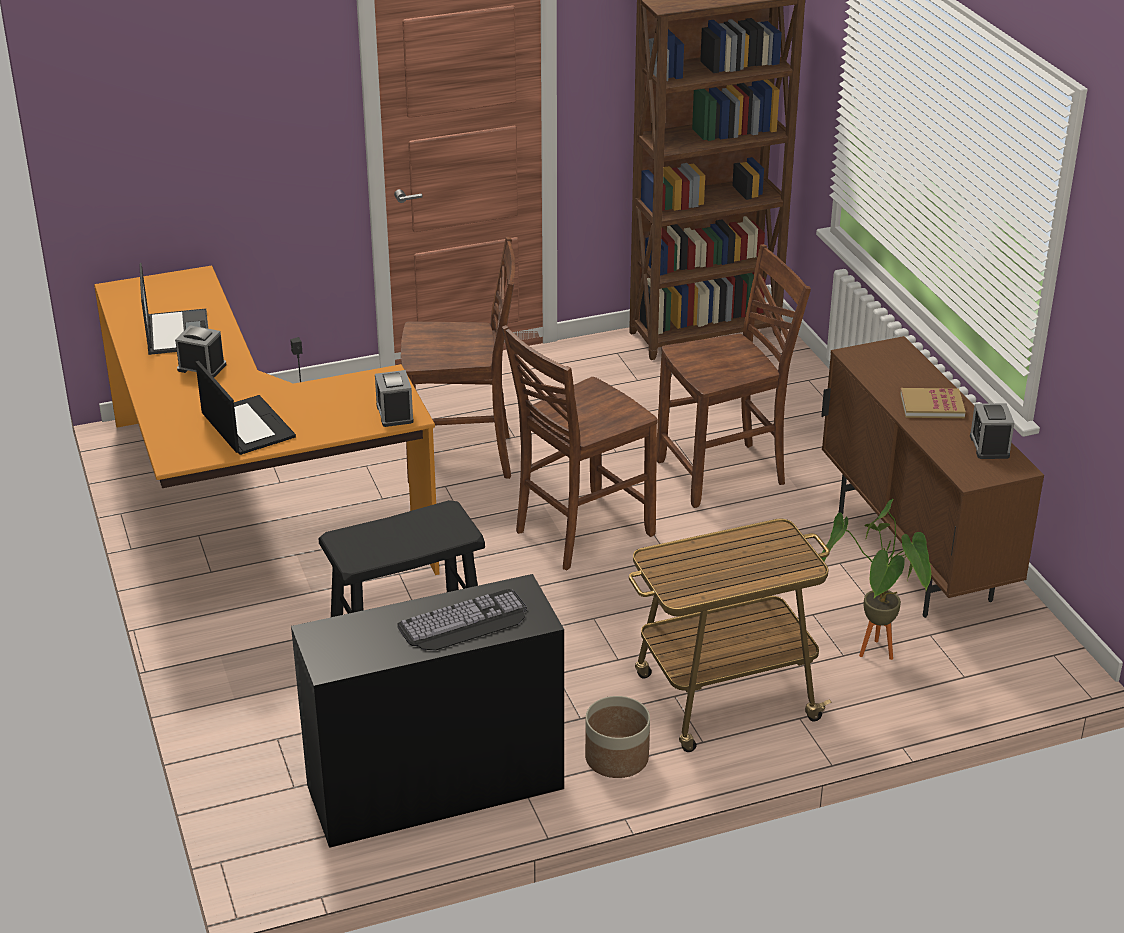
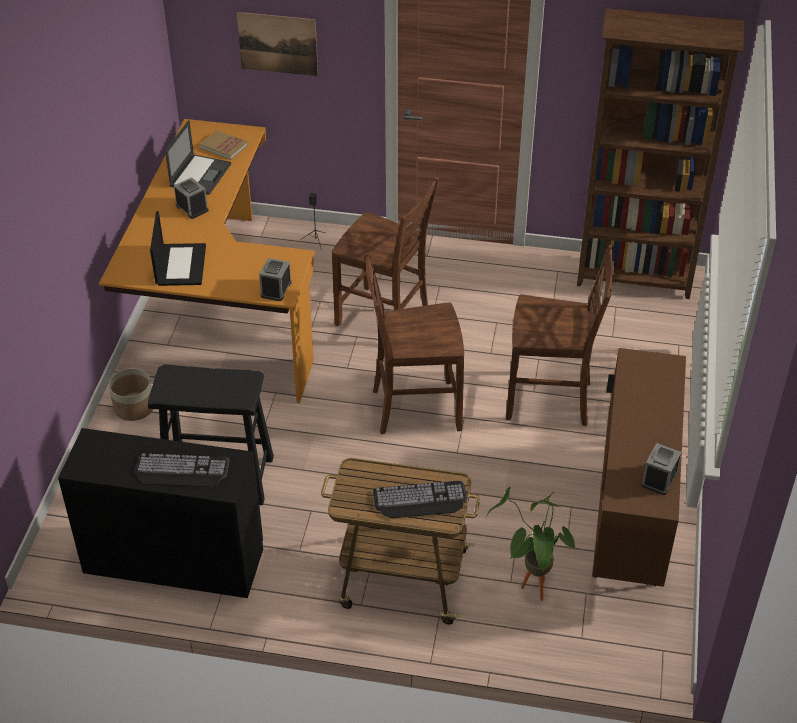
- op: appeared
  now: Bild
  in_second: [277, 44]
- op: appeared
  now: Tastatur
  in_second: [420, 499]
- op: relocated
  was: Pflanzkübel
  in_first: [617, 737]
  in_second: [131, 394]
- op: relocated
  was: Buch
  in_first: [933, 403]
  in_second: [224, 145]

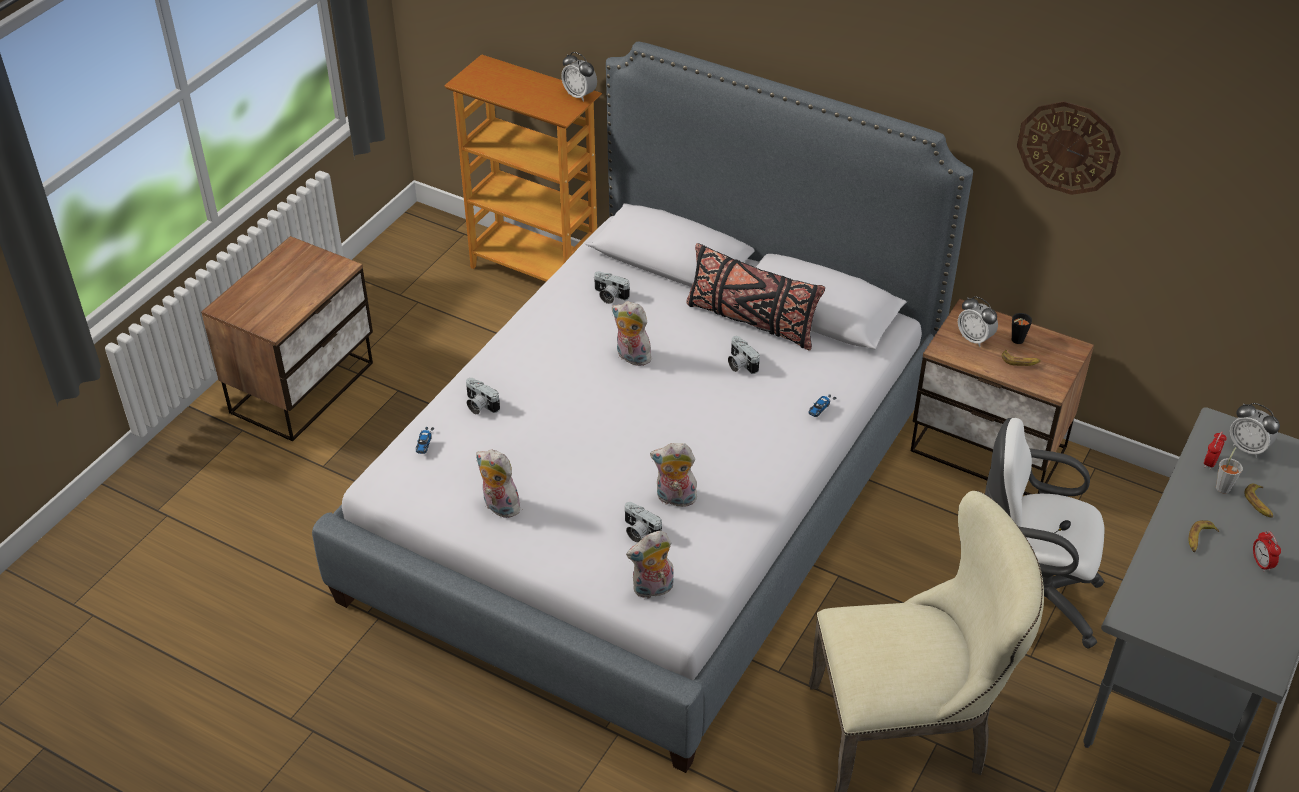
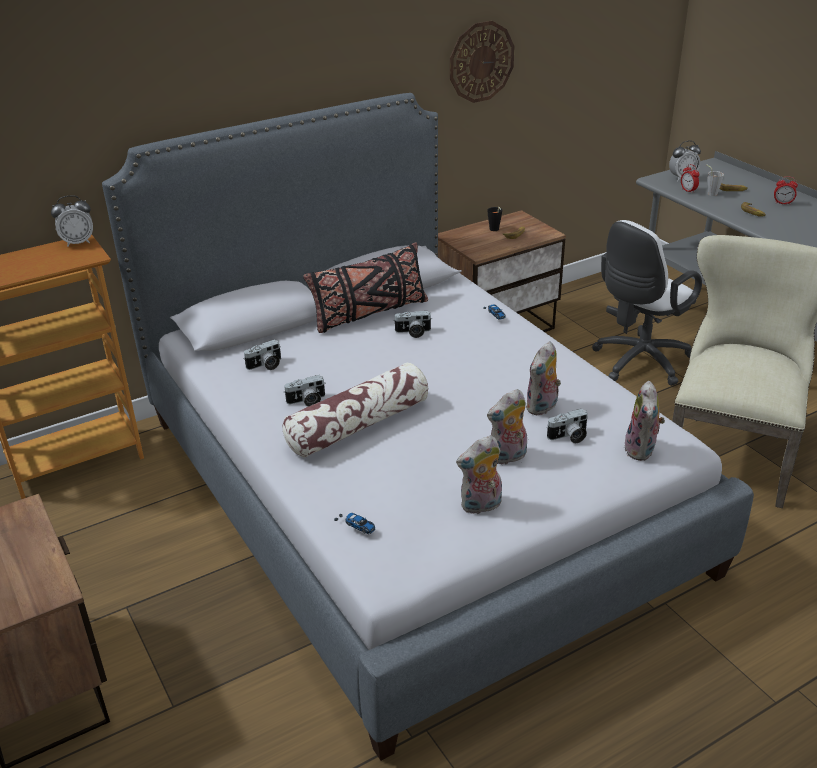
- op: missing
  was: Wecker
  in_first: [978, 321]
- op: appeared
  now: Kissen
  in_second: [355, 410]
- op: relocated
  was: Kamera
  in_first: [483, 396]
  in_second: [304, 391]
- op: relocated
  was: Plüschtier
  in_first: [631, 333]
  in_second: [507, 427]

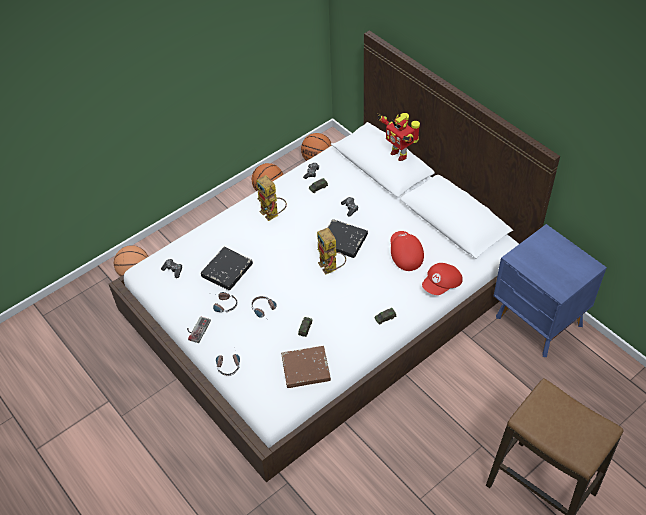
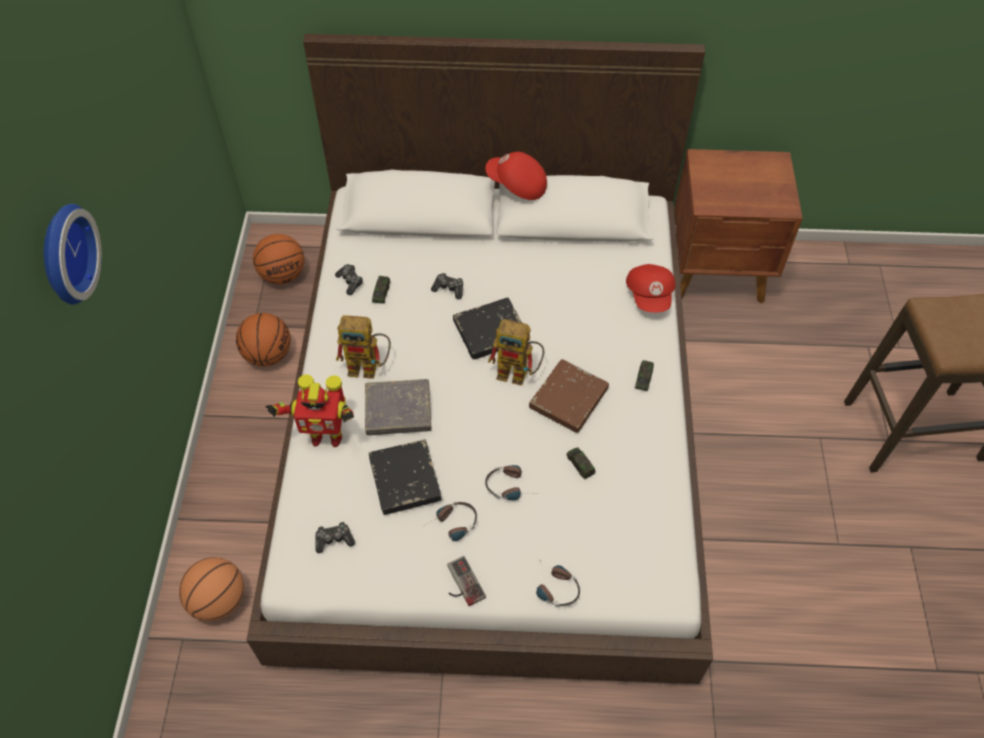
- op: appeared
  now: Wanduhr
  in_second: [73, 254]
- op: appeared
  now: Buch (grau)
  in_second: [398, 407]
- op: relocated
  was: Buch (braun)
  in_first: [306, 367]
  in_second: [569, 396]
- op: relocated
  was: Spielzeugroboter
  in_first: [398, 137]
  in_second: [310, 410]
- op: relocated
  was: Kappe (rot)
  in_first: [407, 251]
  in_second: [516, 176]
- op: colour
  was: Nachttisch (blau)
  now: Nachttisch (braun)
  in_first: [550, 290]
  in_second: [738, 226]

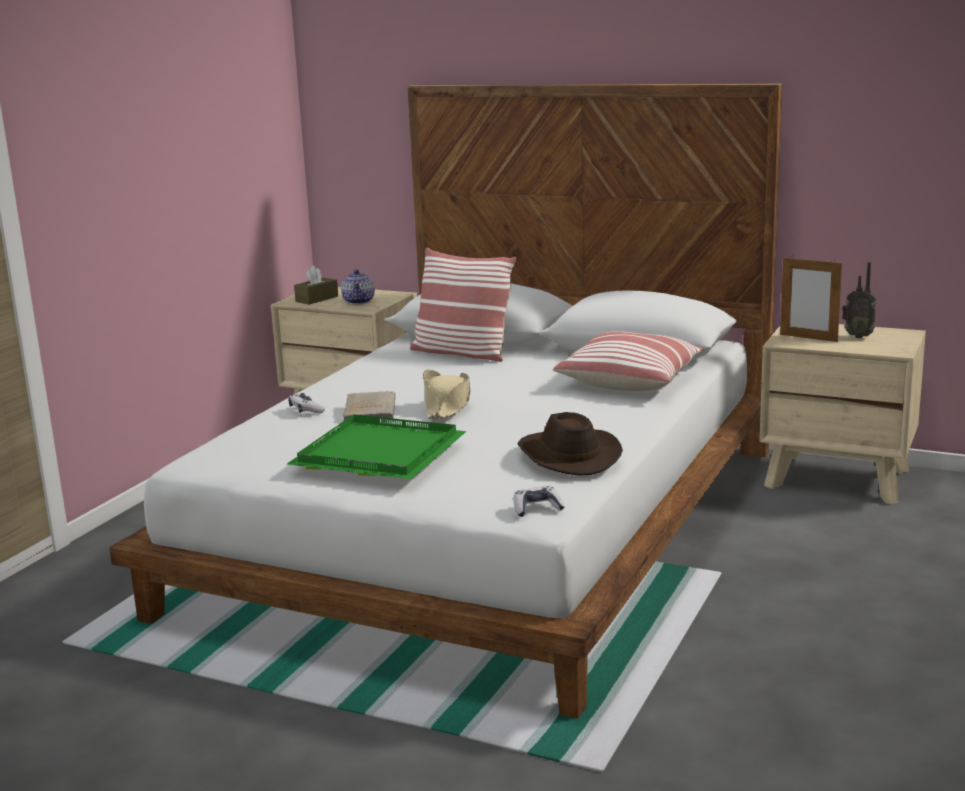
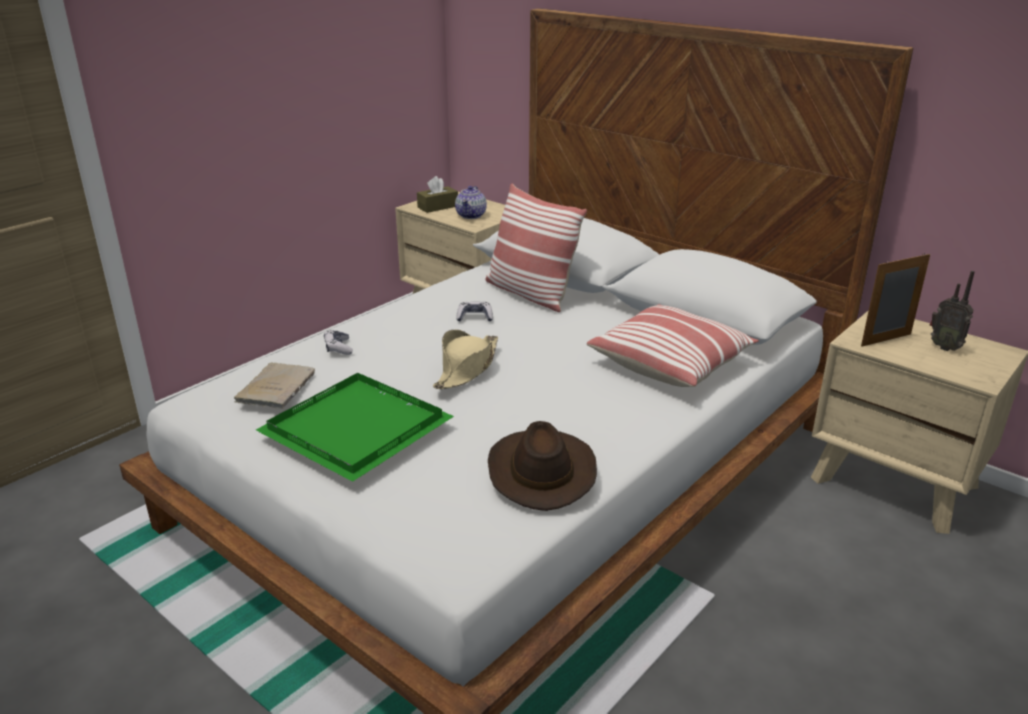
- op: relocated
  was: Buch (beige)
  in_first: [369, 406]
  in_second: [274, 386]
- op: relocated
  was: Gamepad
  in_first: [539, 501]
  in_second: [474, 312]
- op: spun
  was: Bilderrahmen
  in_first: [811, 299]
  in_second: [895, 300]
  clockwise: 105

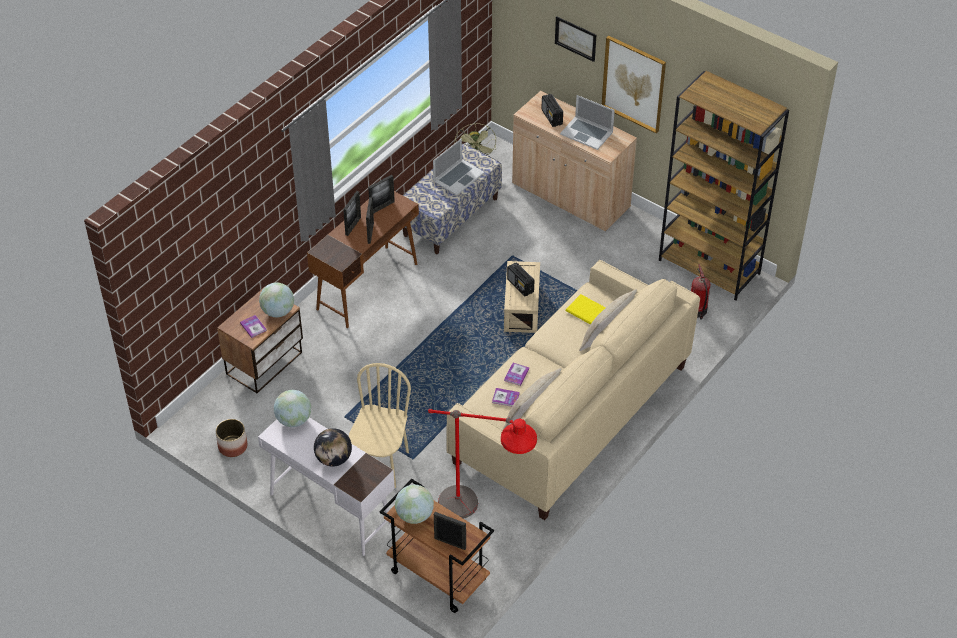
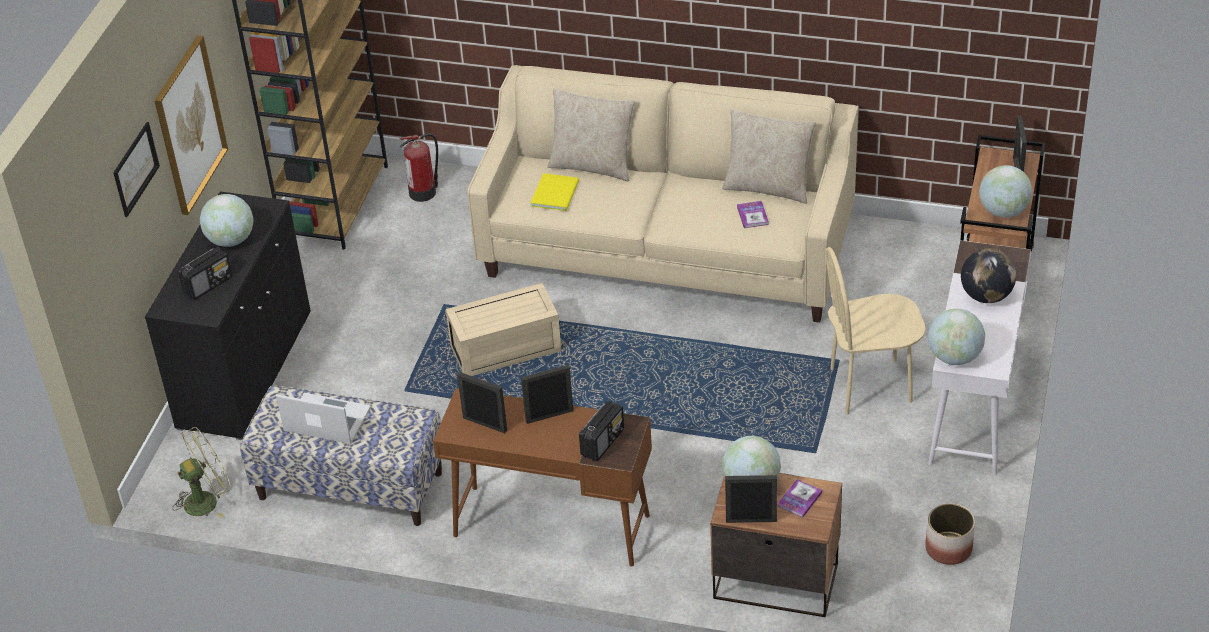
- op: missing
  was: Stehlampe (rot)
  in_first: [482, 464]
- op: missing
  was: Buch
  in_first: [516, 374]
- op: relocated
  was: Bilderrahmen
  in_first: [352, 213]
  in_second: [751, 499]
- op: relocated
  was: Radio
  in_first: [520, 279]
  in_second: [601, 431]
- op: exchanged
  was: Laptop
  now: Globus
  in_first: [587, 122]
  in_second: [227, 220]
- op: colour
  was: Schrank (beige)
  now: Schrank (schwarz)
  in_first: [574, 161]
  in_second: [228, 315]

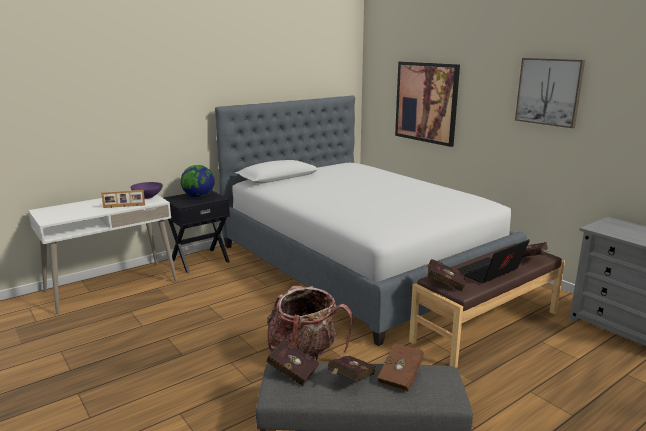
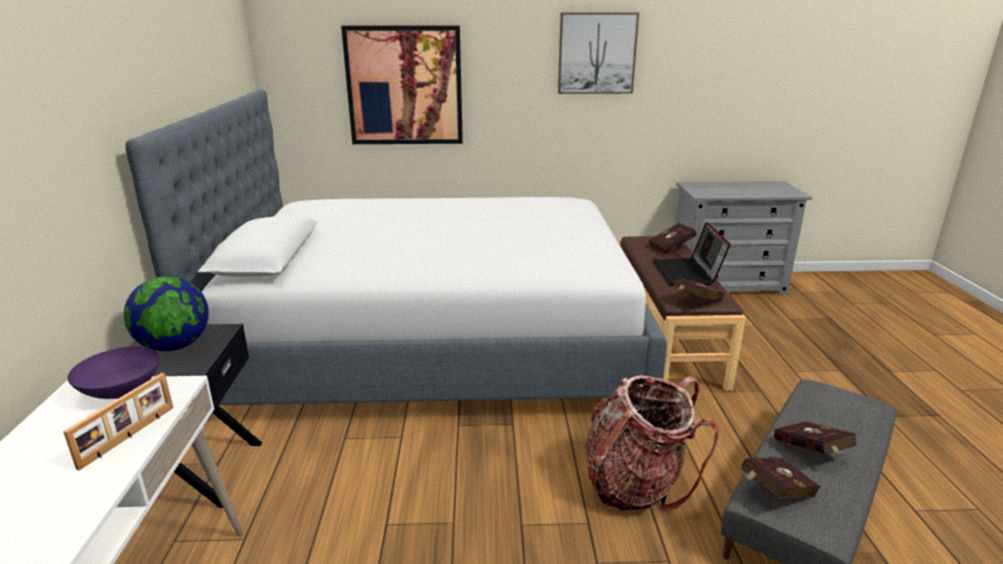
- op: missing
  was: Buch (braun)
  in_first: [400, 367]

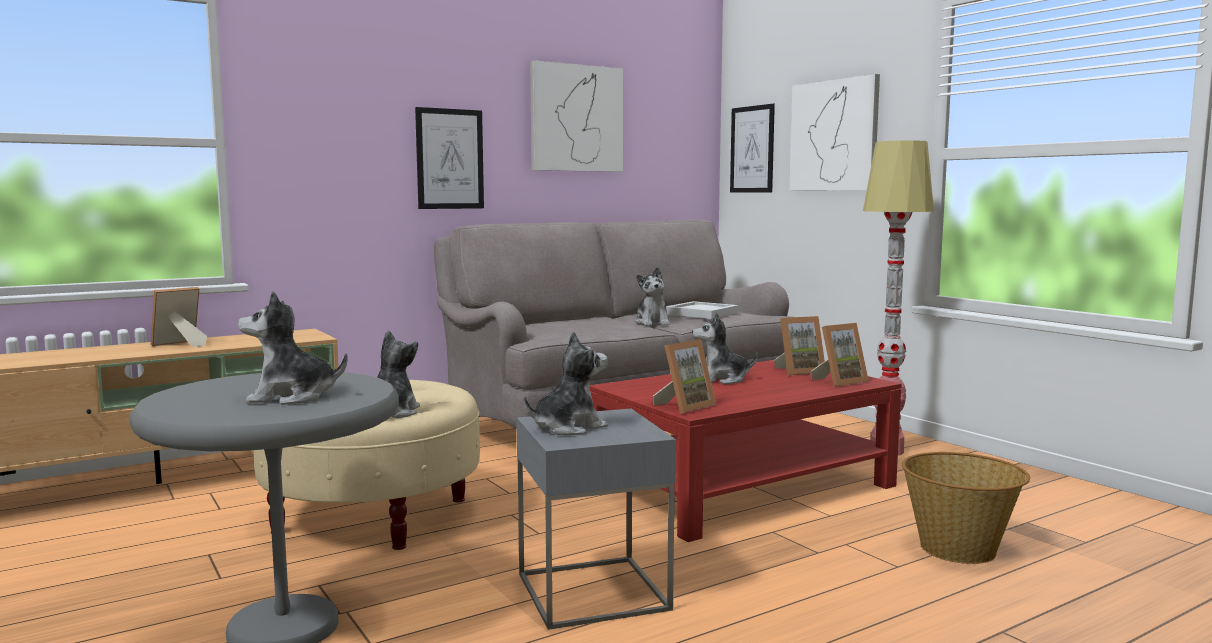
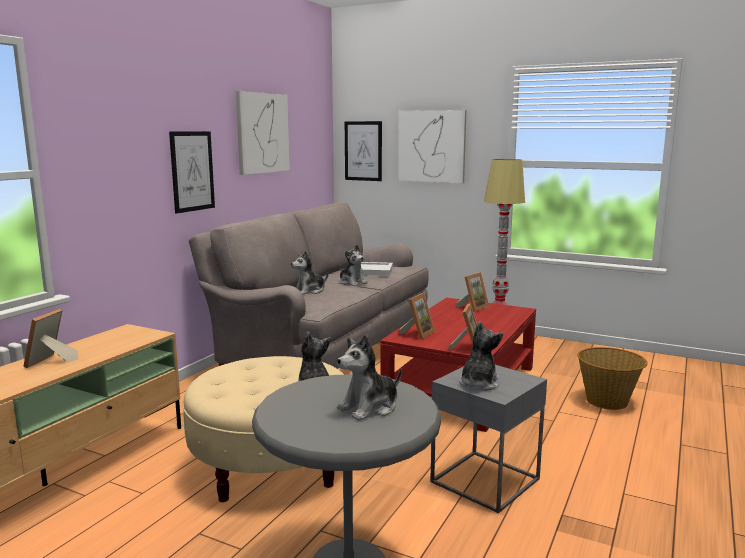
- op: relocated
  was: Plüschtier
  in_first: [725, 348]
  in_second: [309, 273]
- op: relocated
  was: Bilderrahmen
  in_first: [840, 355]
  in_second: [417, 316]

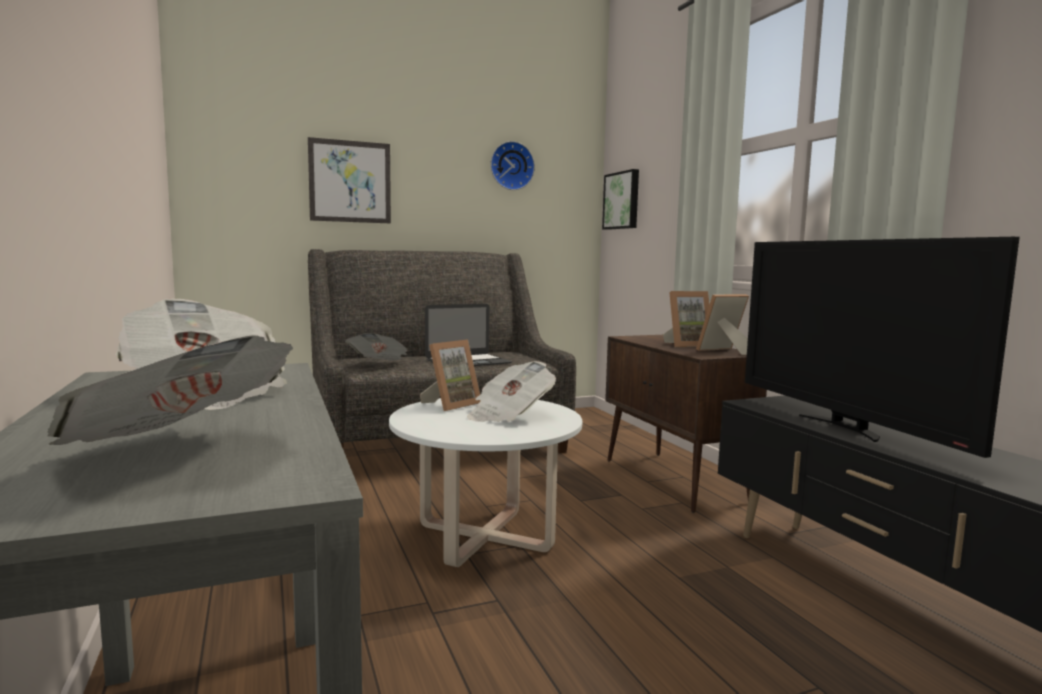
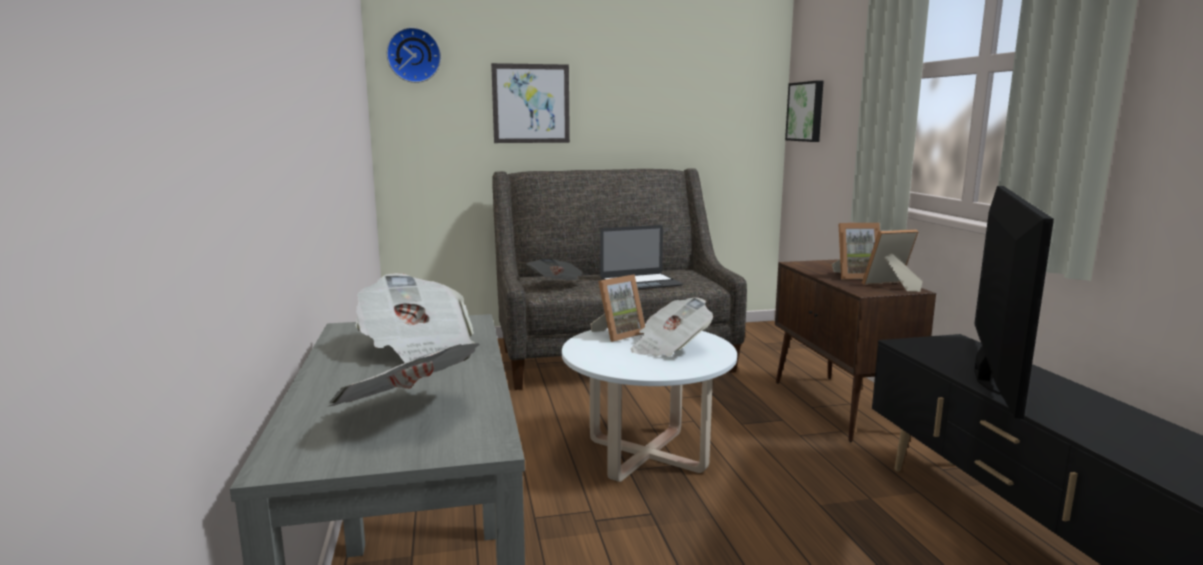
- op: relocated
  was: Wanduhr
  in_first: [512, 165]
  in_second: [413, 55]
- op: spun
  was: Fernseher
  in_first: [882, 347]
  in_second: [1014, 302]
  clockwise: -150

